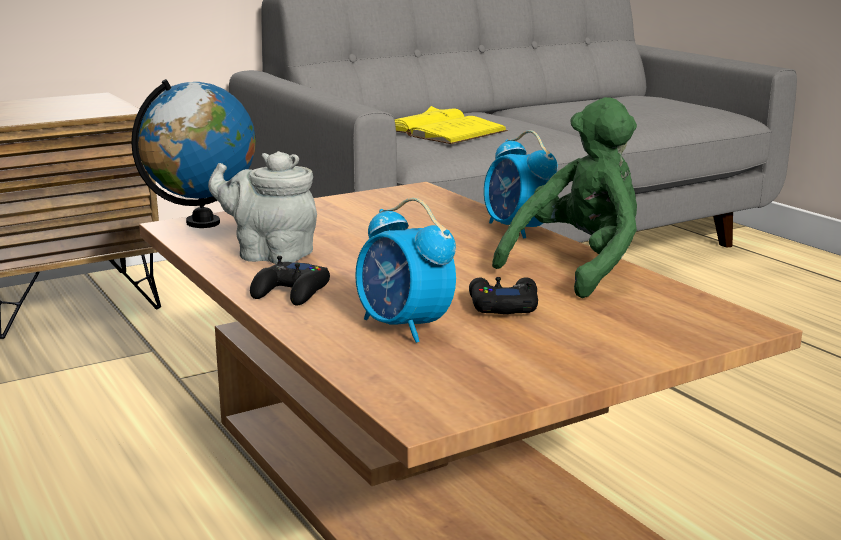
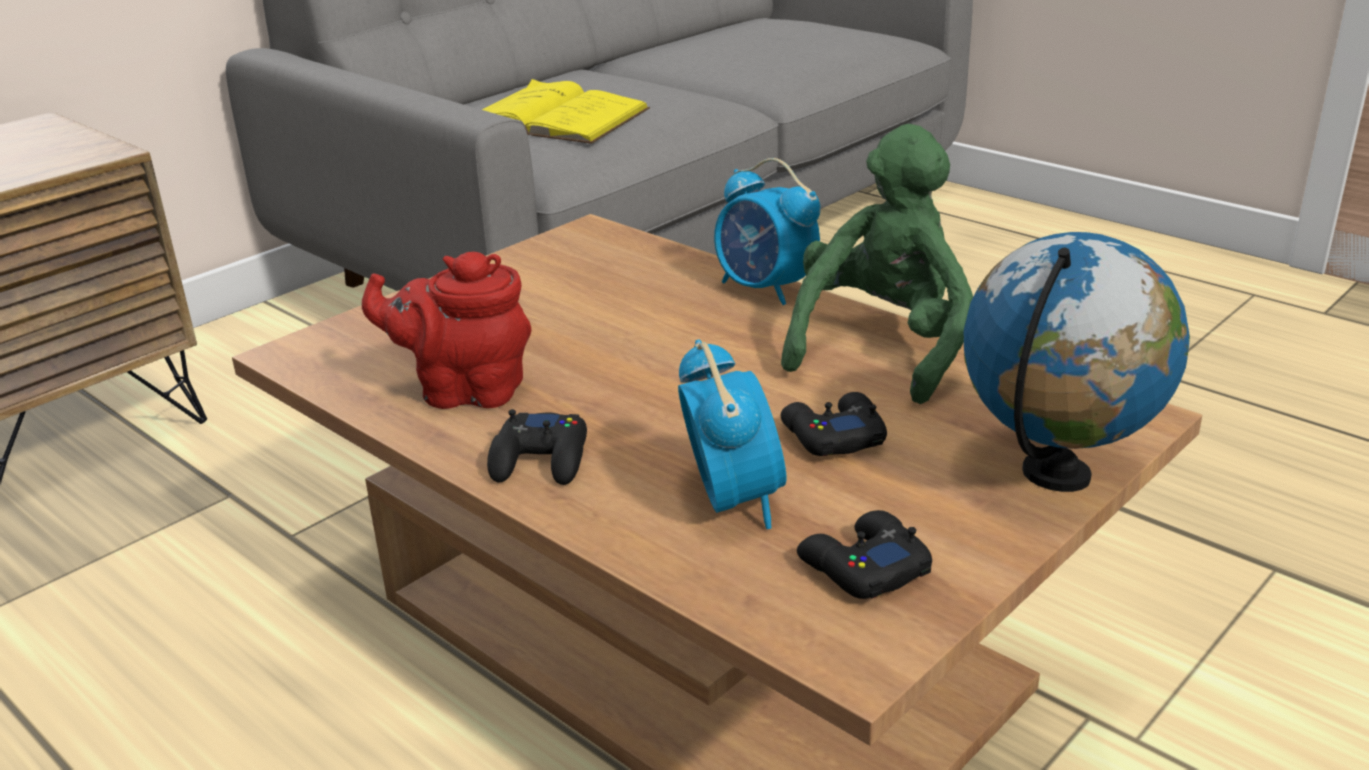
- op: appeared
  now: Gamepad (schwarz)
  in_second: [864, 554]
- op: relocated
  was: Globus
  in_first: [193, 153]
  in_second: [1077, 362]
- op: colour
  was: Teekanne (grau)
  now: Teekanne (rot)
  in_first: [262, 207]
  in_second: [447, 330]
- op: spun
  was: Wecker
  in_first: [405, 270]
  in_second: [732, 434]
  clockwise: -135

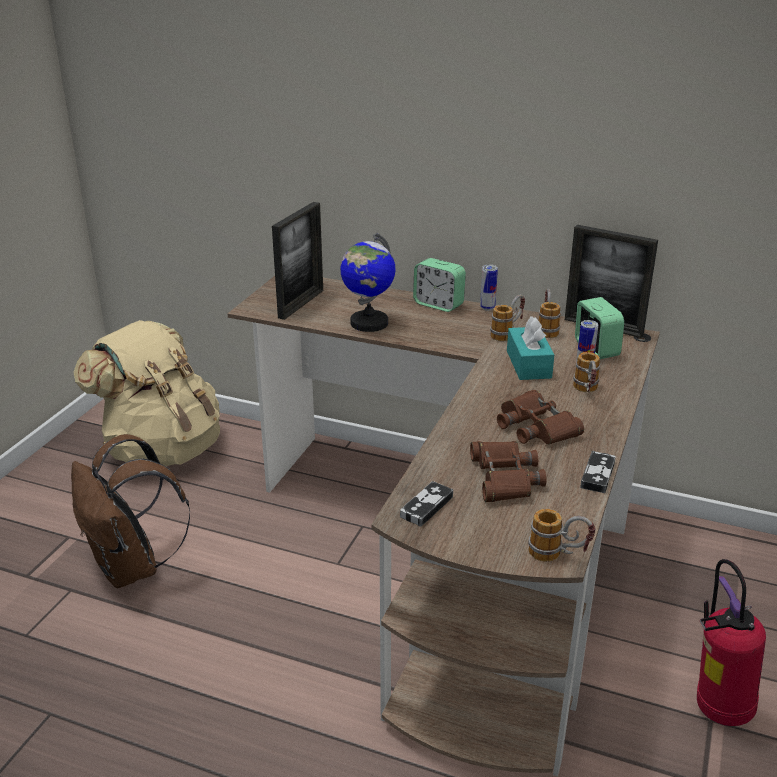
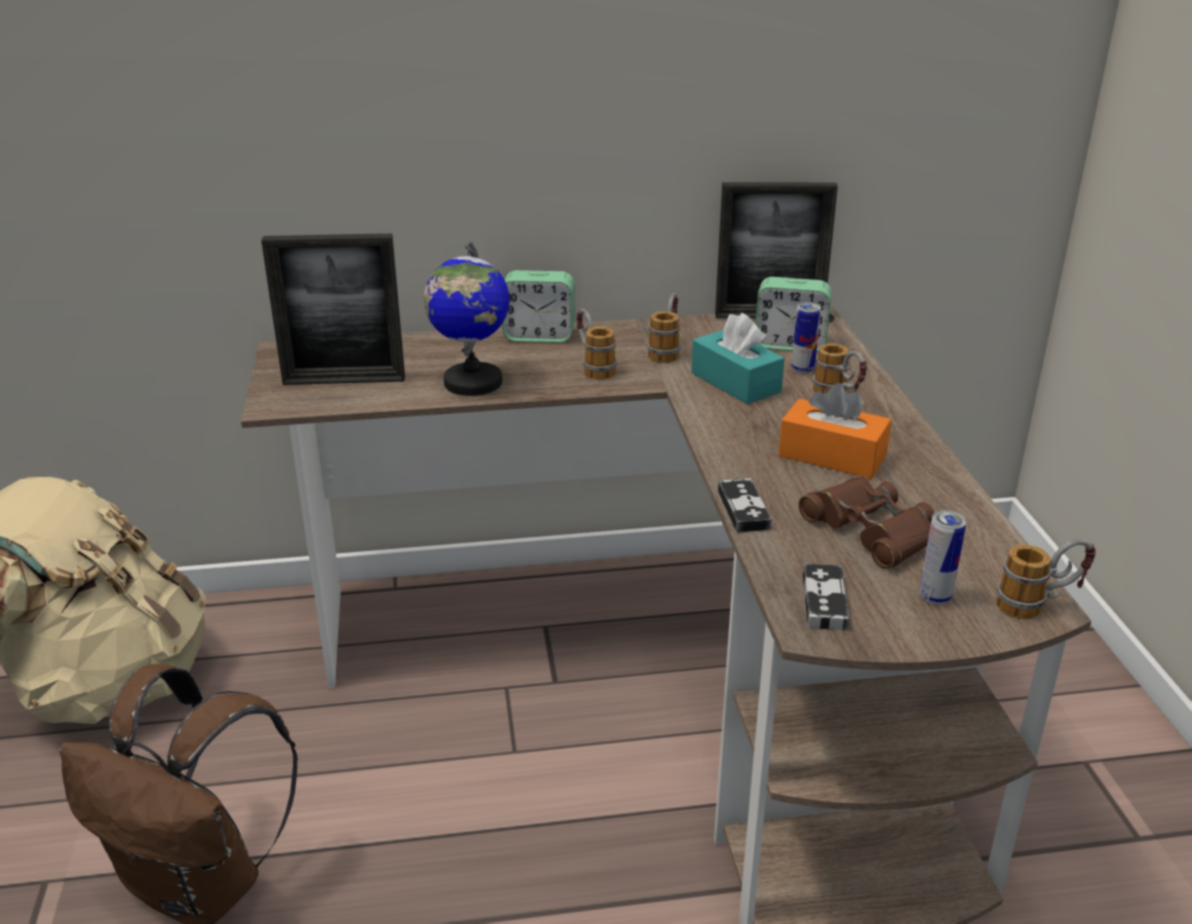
- op: missing
  was: Feuerlöscher
  in_first: [731, 642]
- op: relocated
  was: Dose
  in_first: [489, 288]
  in_second: [943, 557]
- op: relocated
  was: Henkelbecher
  in_first: [550, 313]
  in_second: [596, 344]
- op: relocated
  was: Gamepad
  in_first: [598, 472]
  in_second: [745, 505]
- op: exchanged
  was: Fernglas (braun)
  now: Taschentuchbox (orange)
  in_first: [540, 417]
  in_second: [835, 431]
- op: spun
  was: Bilderrahmen
  in_first: [297, 261]
  in_second: [333, 309]
  clockwise: 90
- op: spun
  was: Wecker
  in_first: [599, 328]
  in_second: [793, 314]
  clockwise: 150

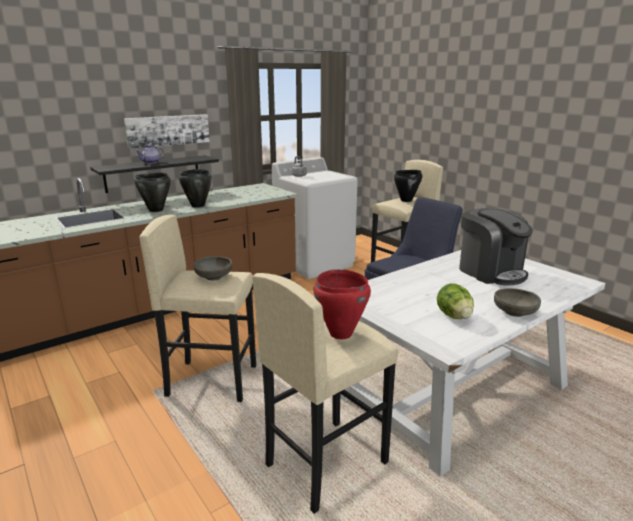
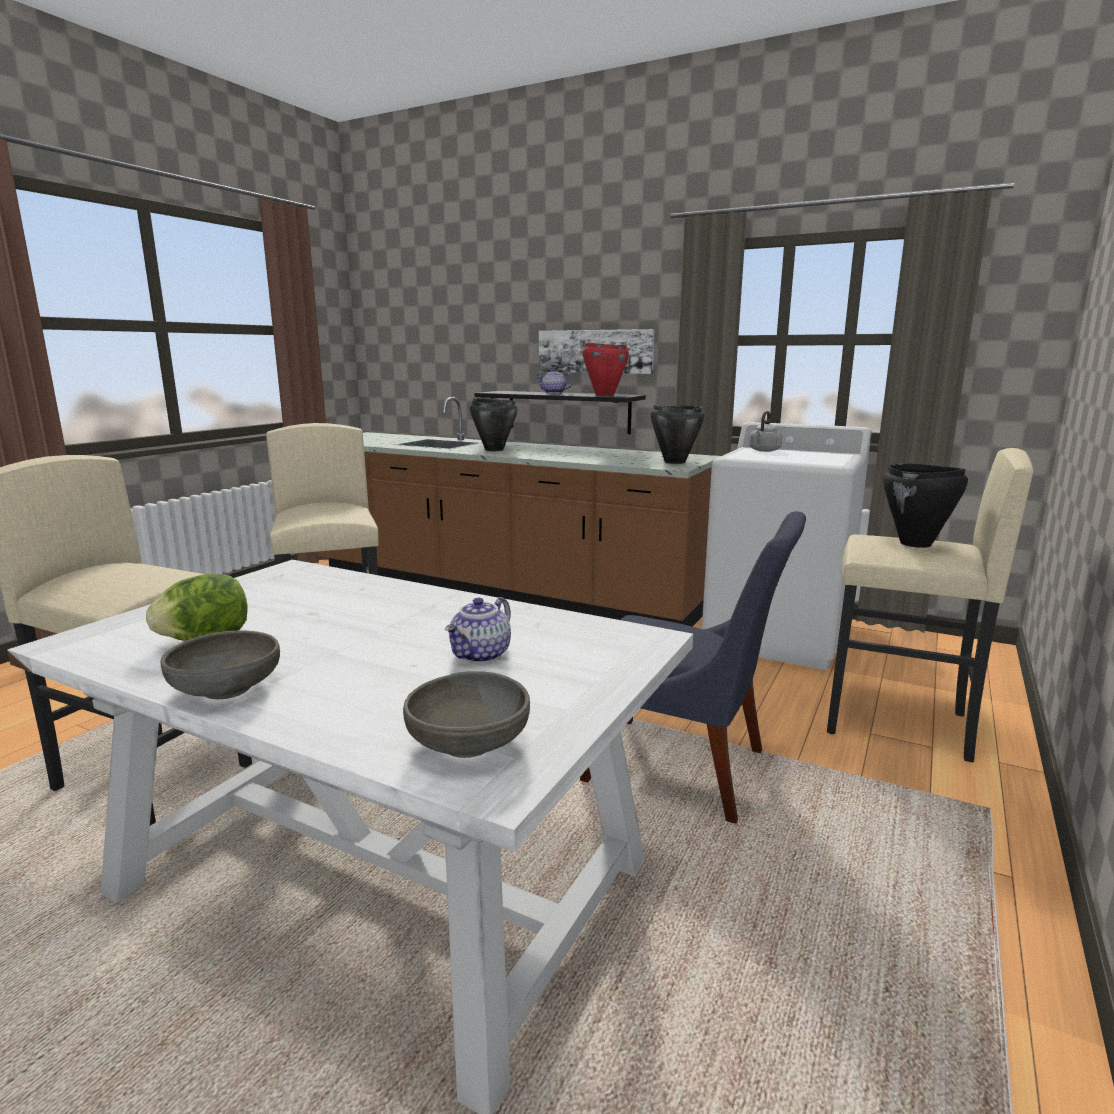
- op: relocated
  was: Kochtopf (schwarz)
  in_first: [195, 188]
  in_second: [677, 434]
- op: relocated
  was: Schüssel (grau)
  in_first: [213, 268]
  in_second: [466, 714]
- op: relocated
  was: Kochtopf (rot)
  in_first: [342, 304]
  in_second: [606, 369]
- op: exchanged
  was: Kaffeemaschine
  now: Teekanne
  in_first: [496, 246]
  in_second: [478, 630]

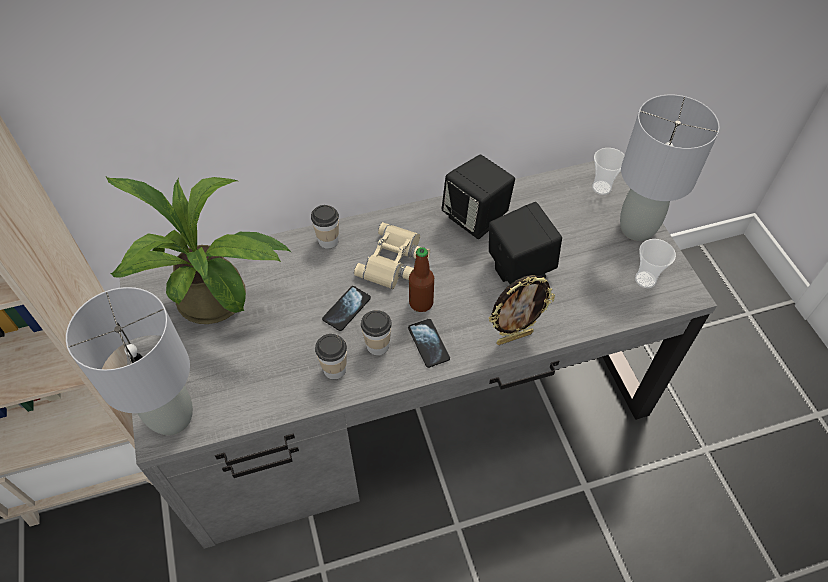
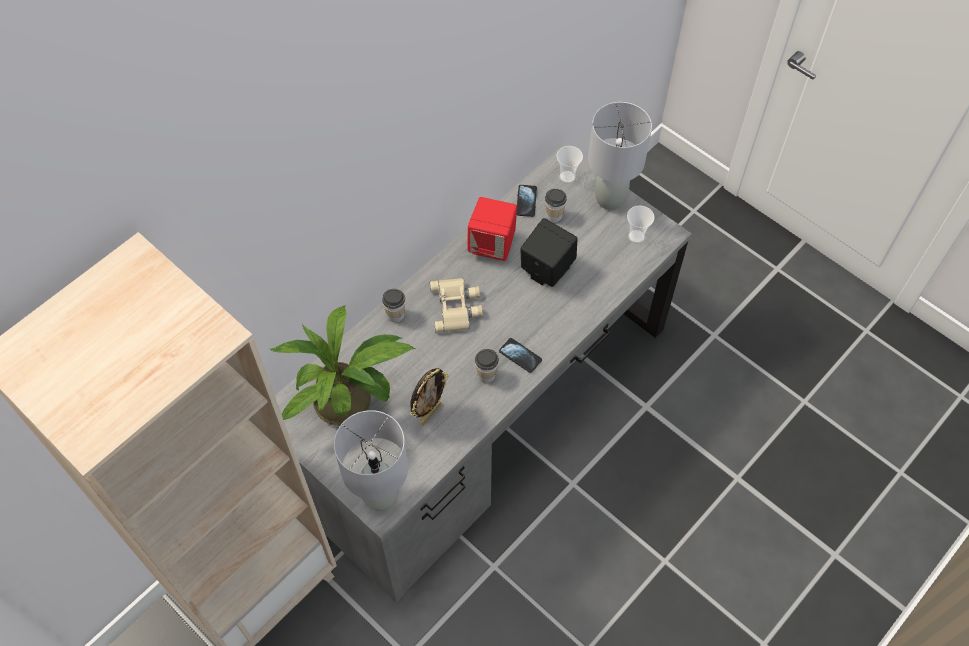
- op: missing
  was: Flasche
  in_first: [421, 279]
- op: relocated
  was: Tasse
  in_first: [331, 356]
  in_second: [556, 205]
- op: relocated
  was: Handy
  in_first: [346, 308]
  in_second: [527, 201]
- op: relocated
  was: Bilderrahmen
  in_first: [522, 310]
  in_second: [429, 397]
- op: colour
  was: Lautsprecher (schwarz)
  now: Lautsprecher (rot)
  in_first: [478, 197]
  in_second: [492, 229]

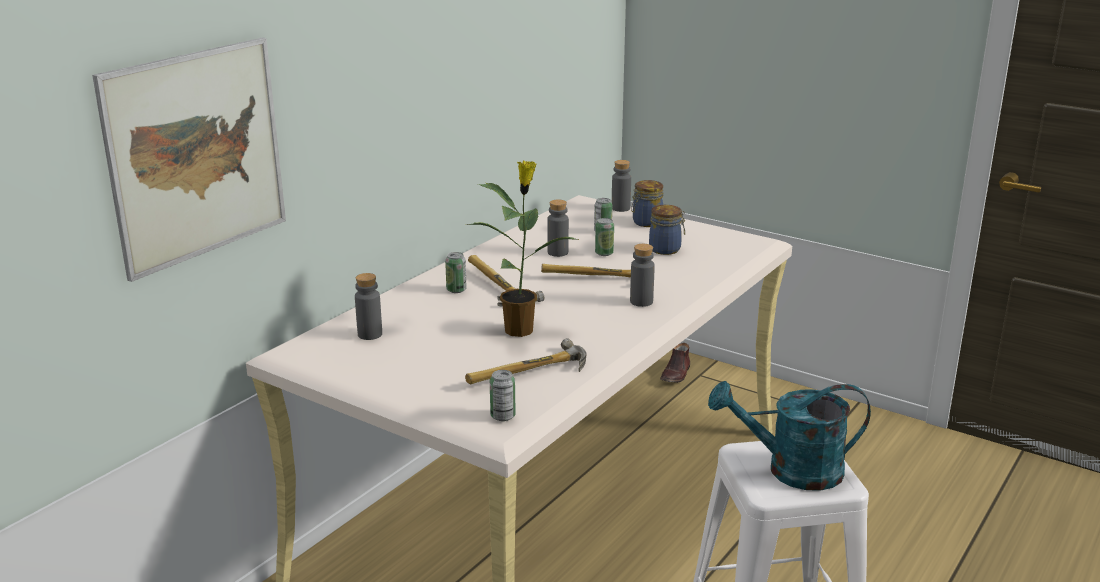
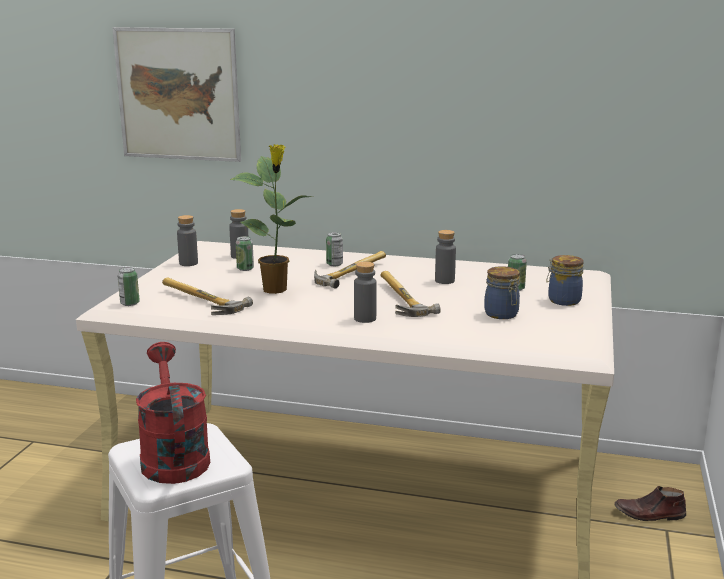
- op: relocated
  was: Dose
  in_first: [604, 237]
  in_second: [245, 253]
- op: relocated
  was: Flasche (grau)
  in_first: [621, 186]
  in_second: [187, 240]
- op: colour
  was: Gießkanne (türkis)
  now: Gießkanne (rot)
  in_first: [789, 436]
  in_second: [173, 413]

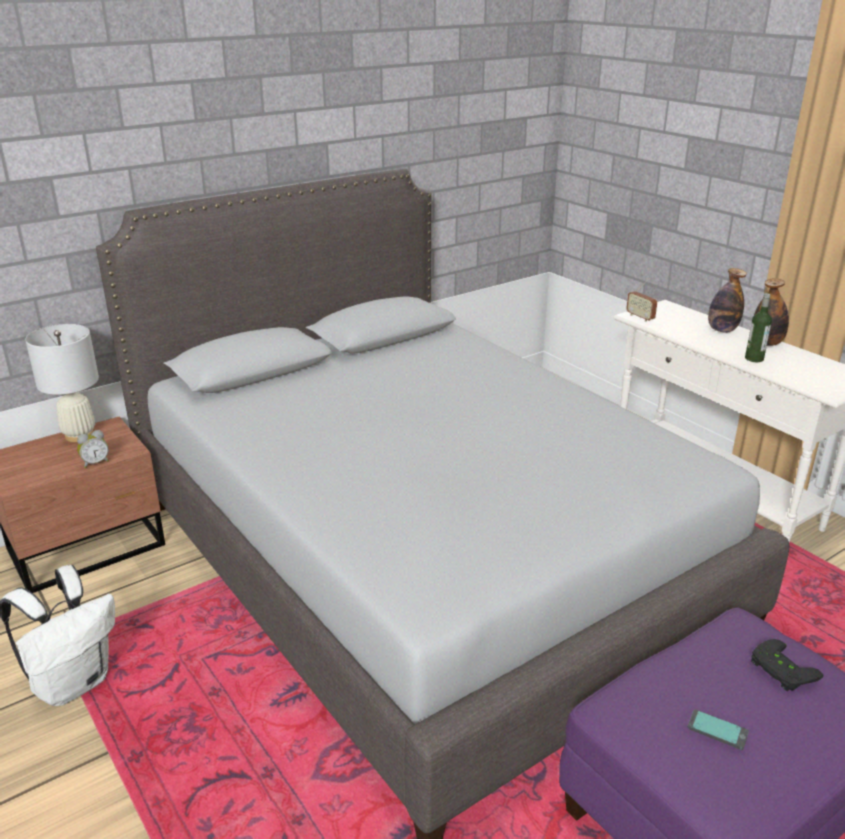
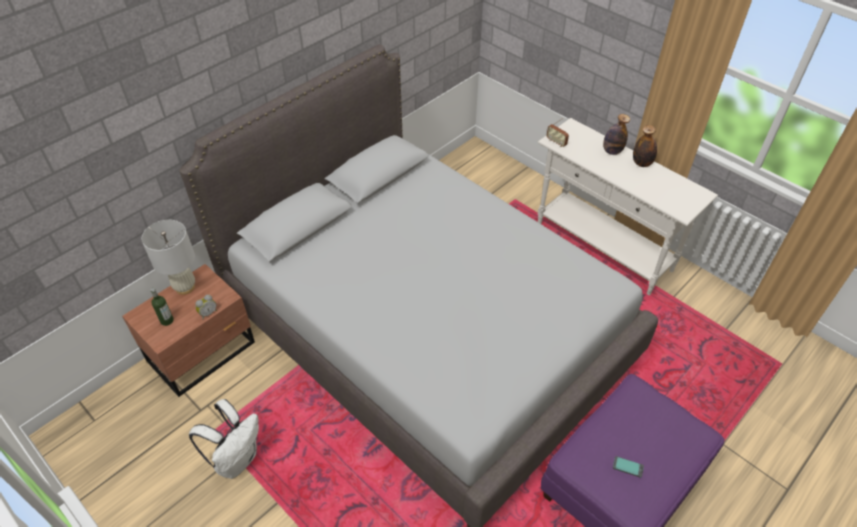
- op: missing
  was: Gamepad (schwarz)
  in_first: [787, 665]
- op: relocated
  was: Flasche
  in_first: [758, 327]
  in_second: [162, 307]

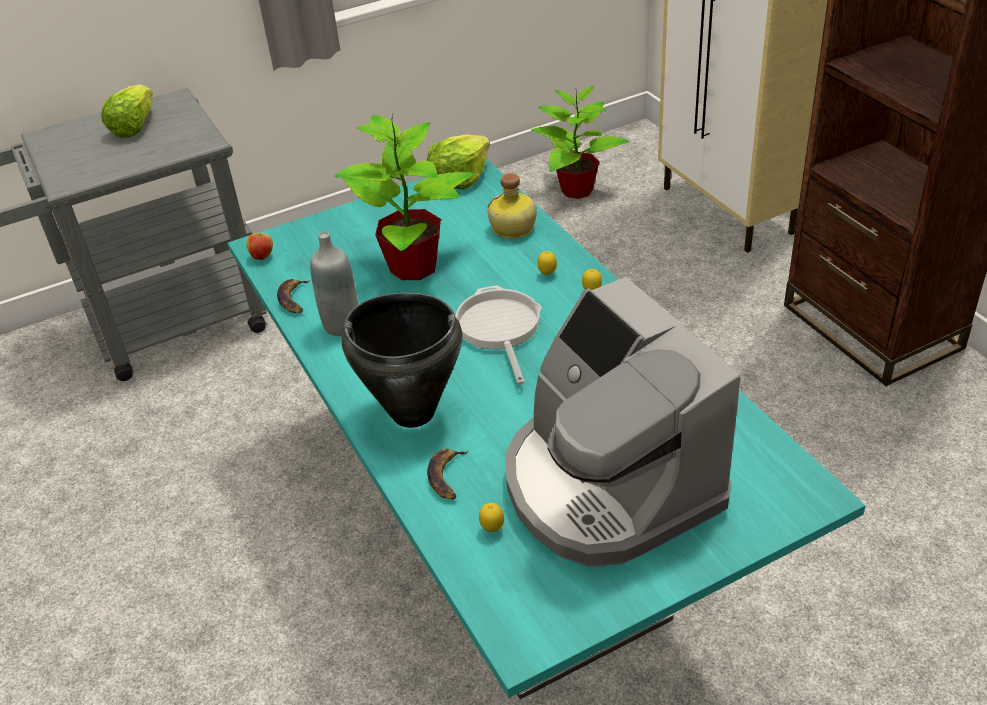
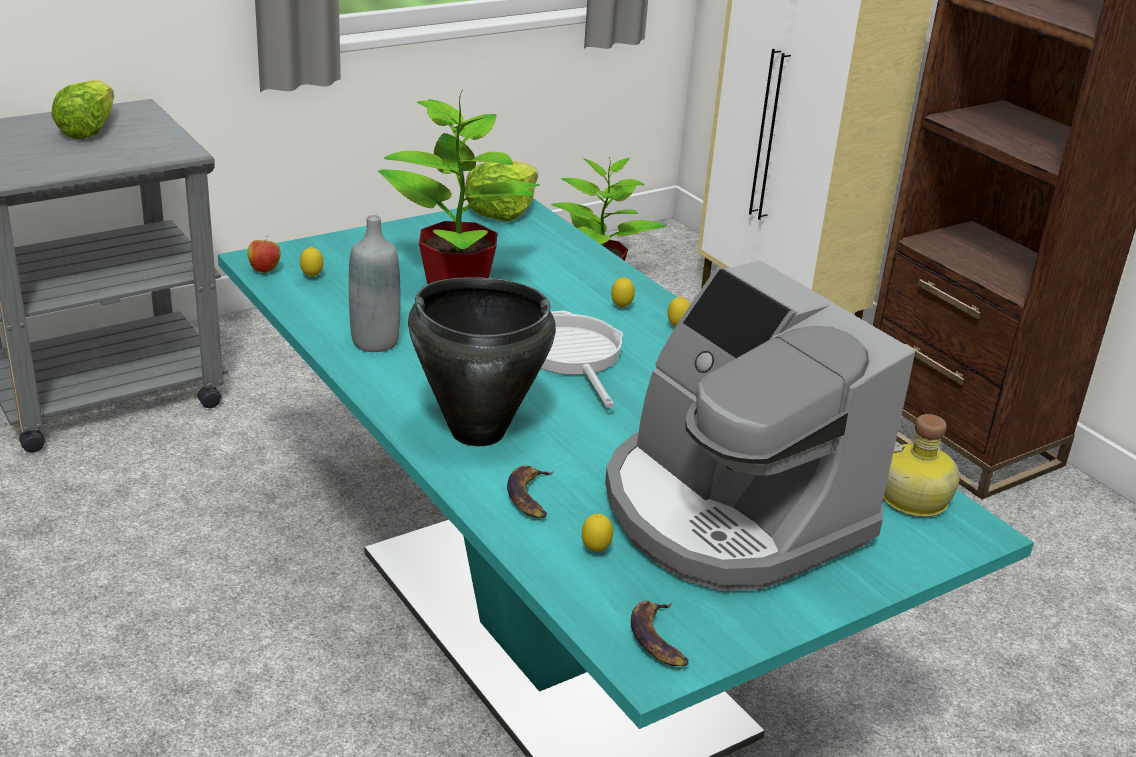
- op: appeared
  now: Zitrone
  in_second: [311, 262]
- op: relocated
  was: Banane
  in_first: [293, 296]
  in_second: [659, 633]
- op: relocated
  was: Flasche
  in_first: [512, 206]
  in_second: [921, 465]

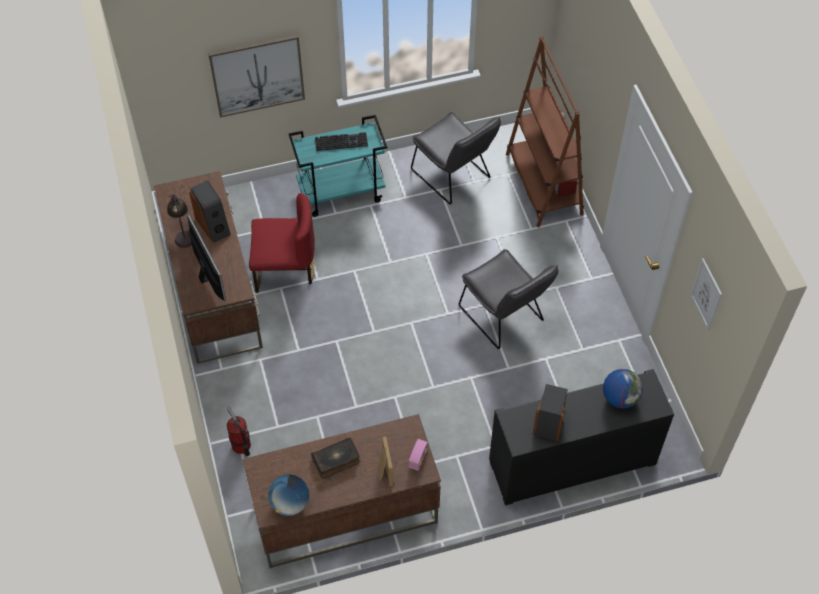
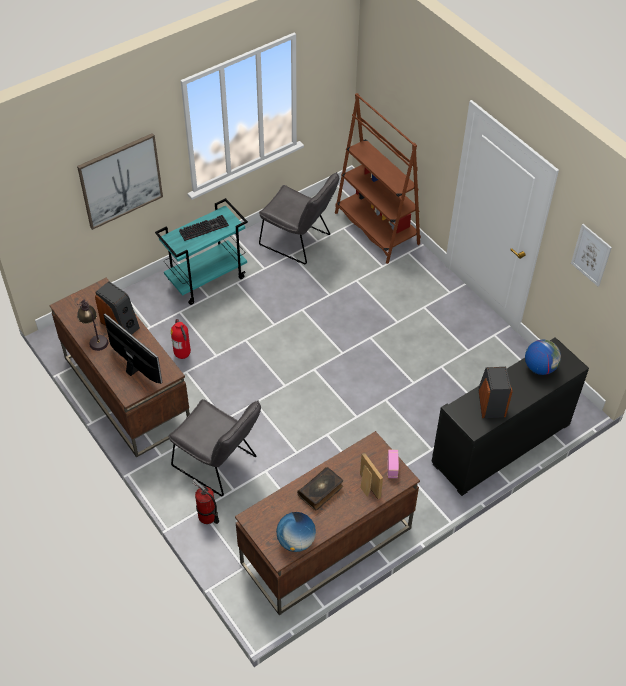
- op: relocated
  was: Stuhl (grau)
  in_first: [508, 299]
  in_second: [214, 447]
- op: exchanged
  was: Stuhl (rot)
  now: Feuerlöscher
  in_first: [282, 243]
  in_second: [181, 339]

